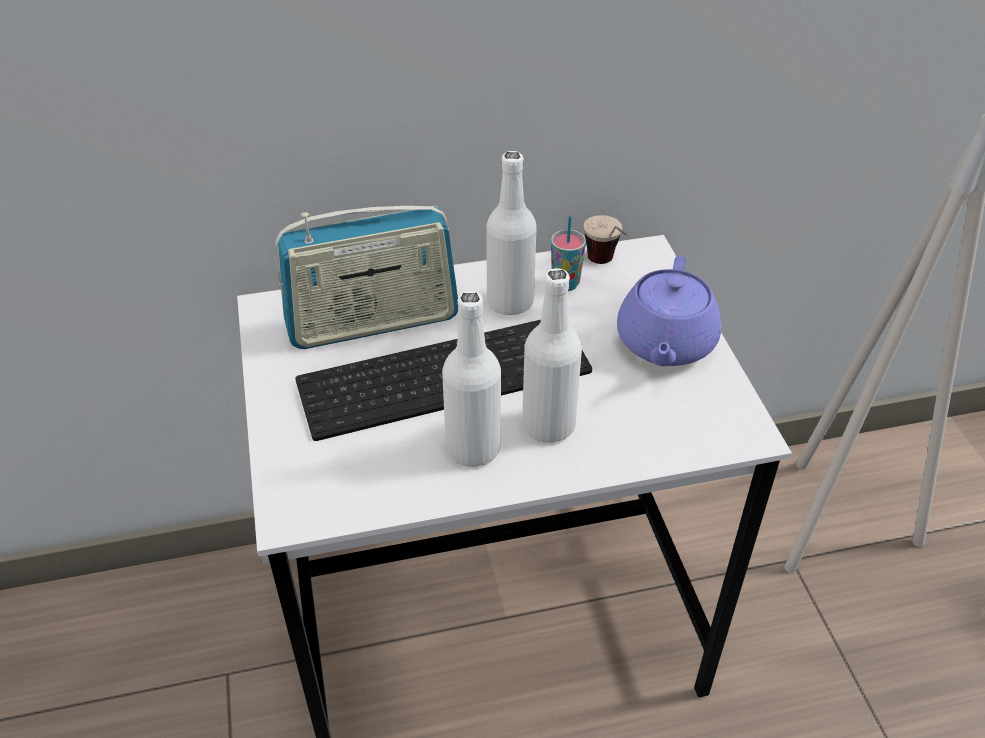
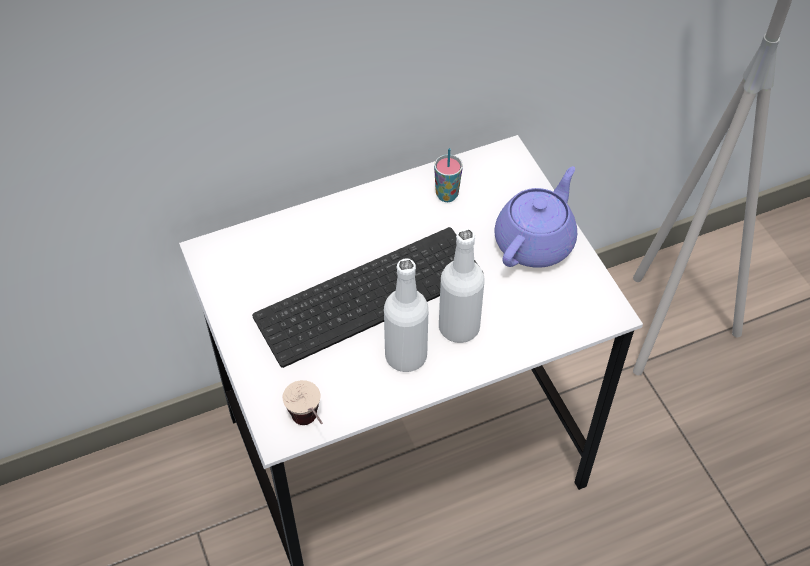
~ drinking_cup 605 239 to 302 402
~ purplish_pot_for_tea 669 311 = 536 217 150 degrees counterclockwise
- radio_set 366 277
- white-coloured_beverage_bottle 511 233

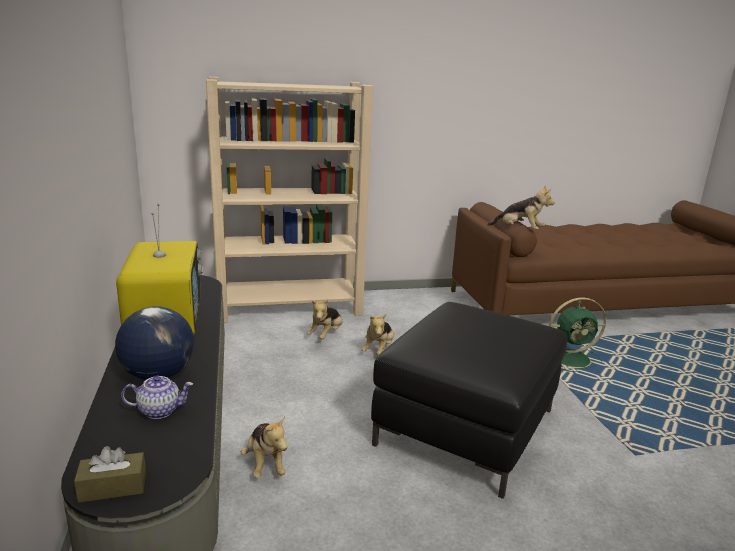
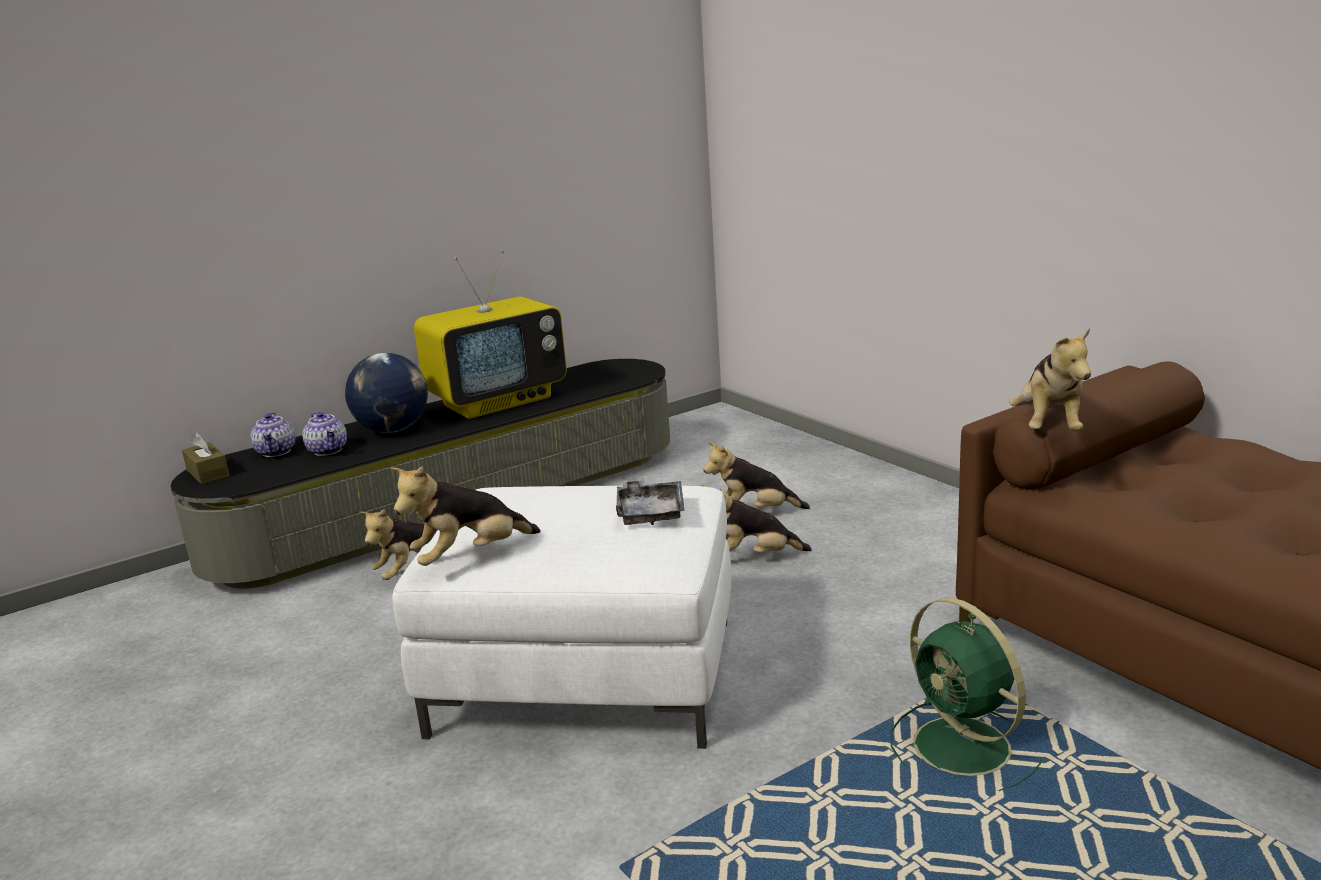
+ pot_for_tea 273 435
+ soft_toy 465 516
~ black_ottoman 469 400 to white-coloured_ottoman 561 617
+ greyish_carrying_tray 650 501
- beige_bookshelf 289 200

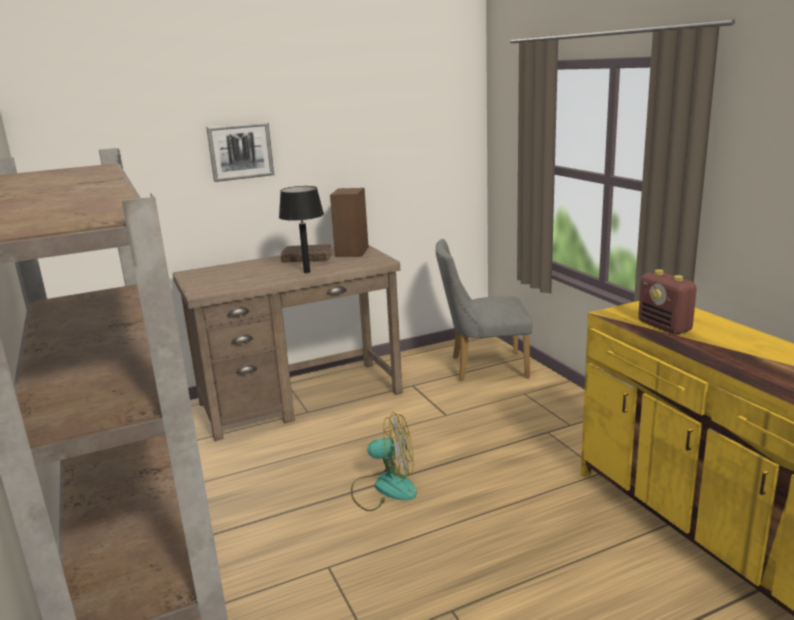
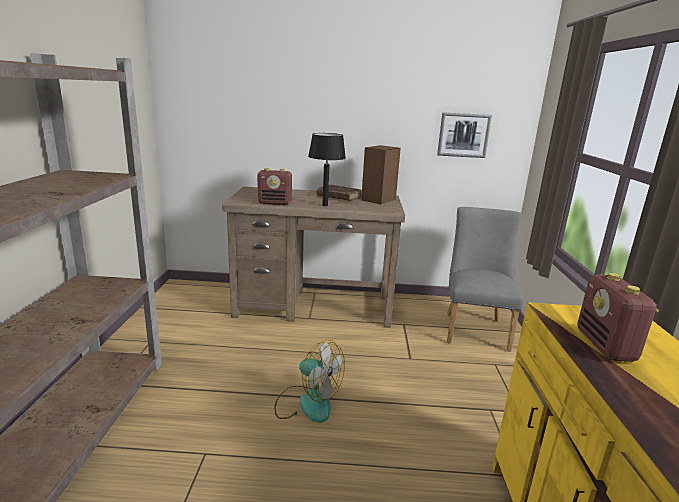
+ radio_set 274 186
~ picture 240 152 to 464 135
~ greyish_chair 483 310 = 485 279 75 degrees clockwise

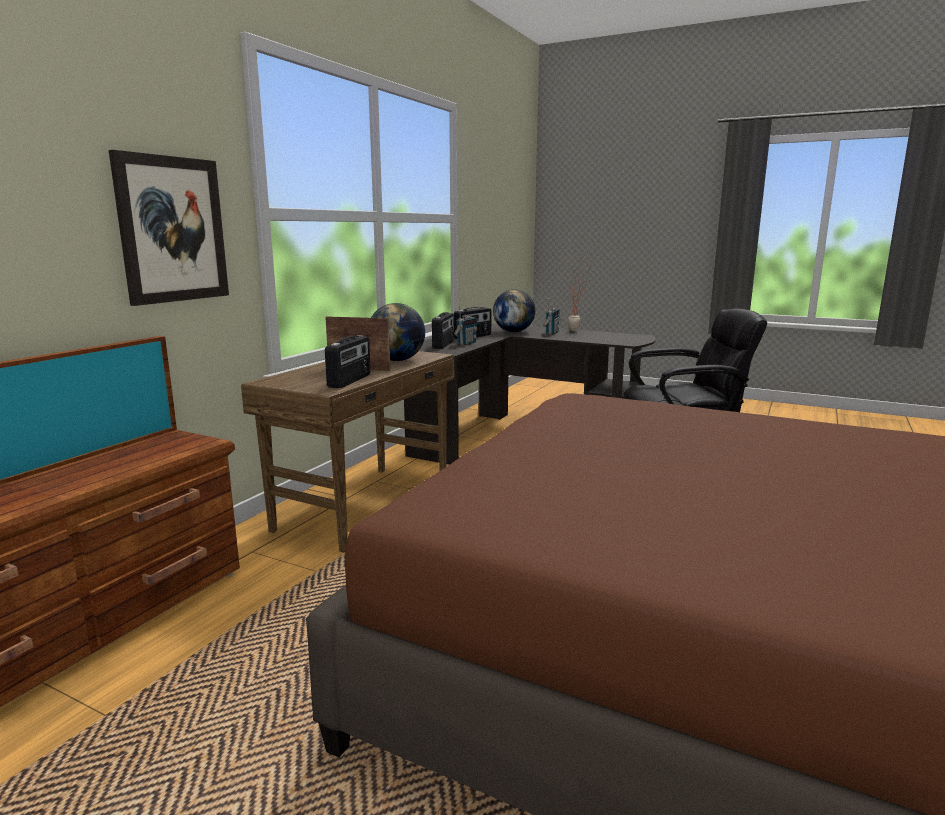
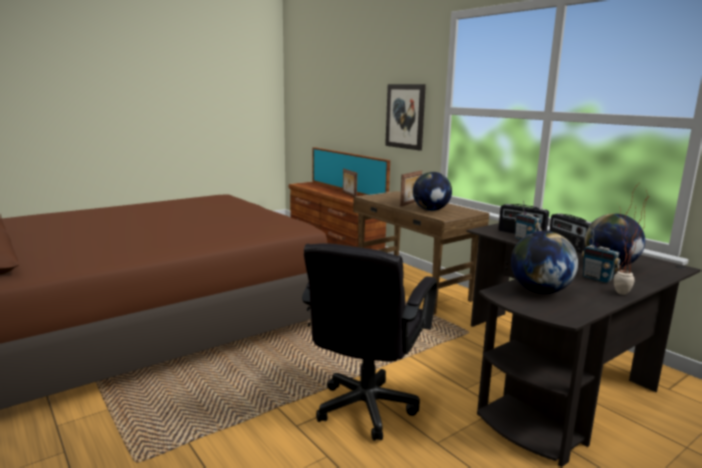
+ standing_frame 350 182
+ desk_globe 544 262
- radio_set 348 361

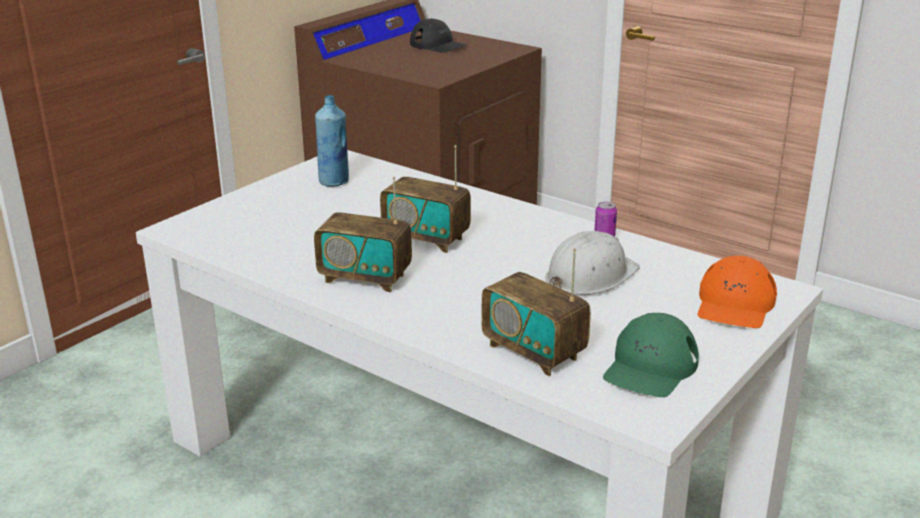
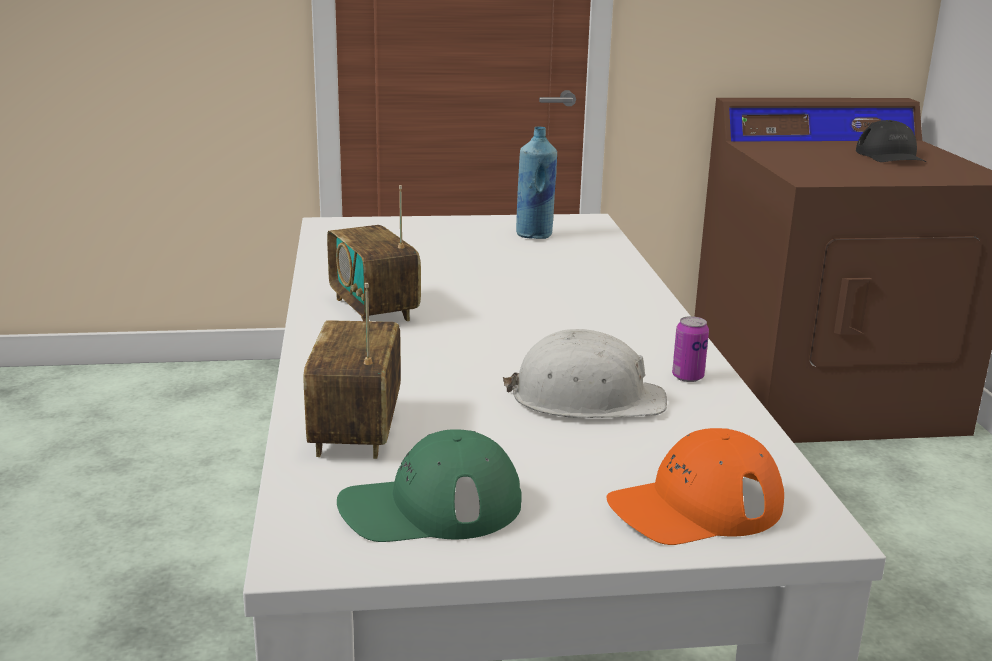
- radio_set 425 199

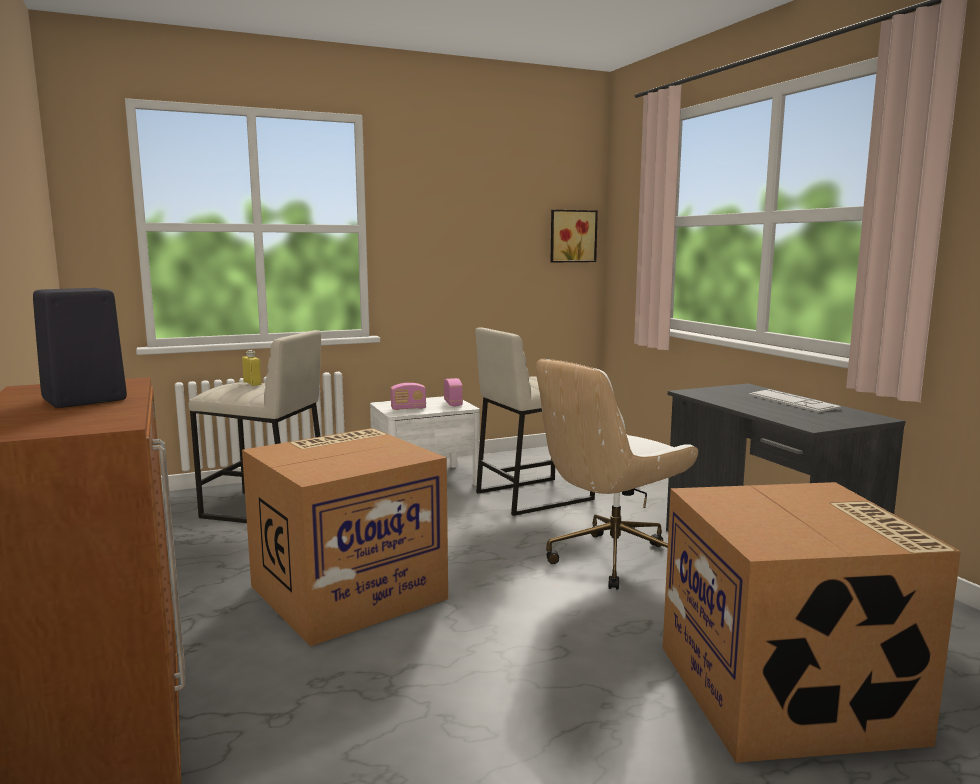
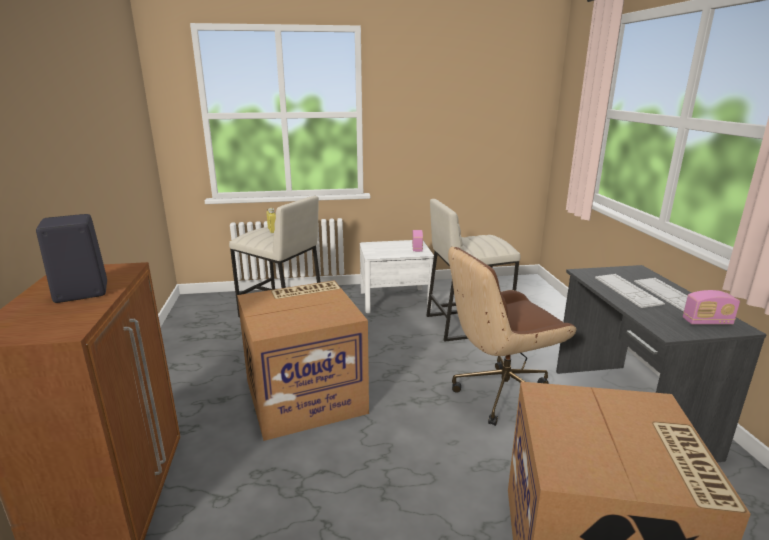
~ white-coloured_desk_chair 617 474 to brown_desk_chair 512 336
+ keyboard 630 291
~ radio_set 408 396 to 711 307
- picture 574 236

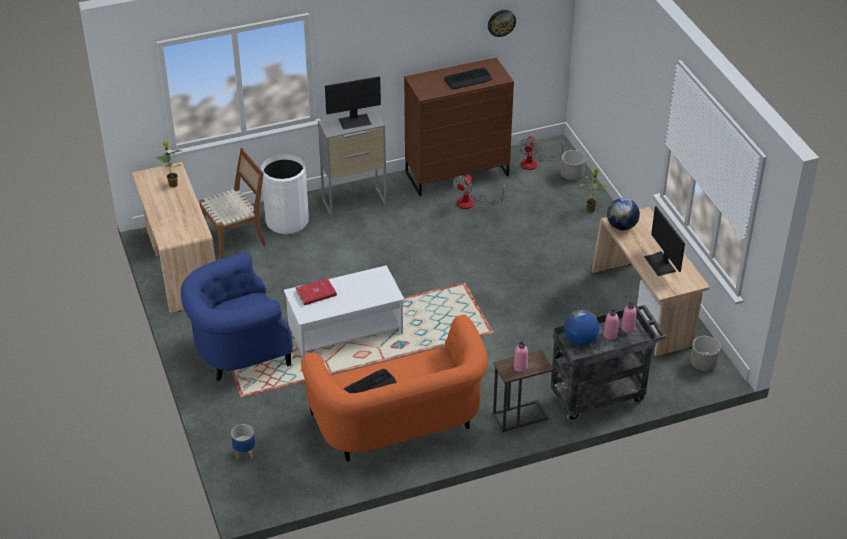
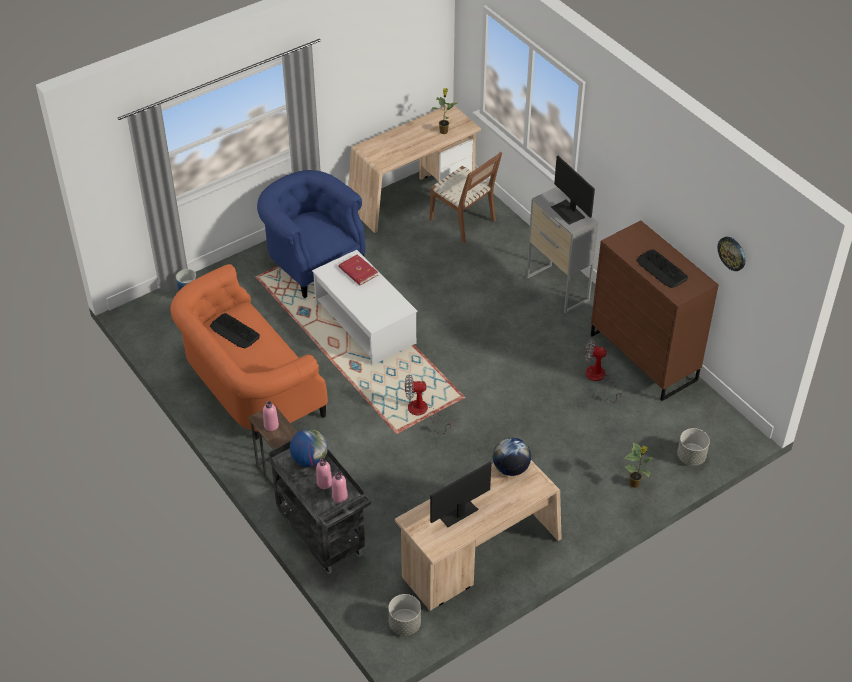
~ fan 542 153 to 427 404
- white-coloured_trash_can 285 194

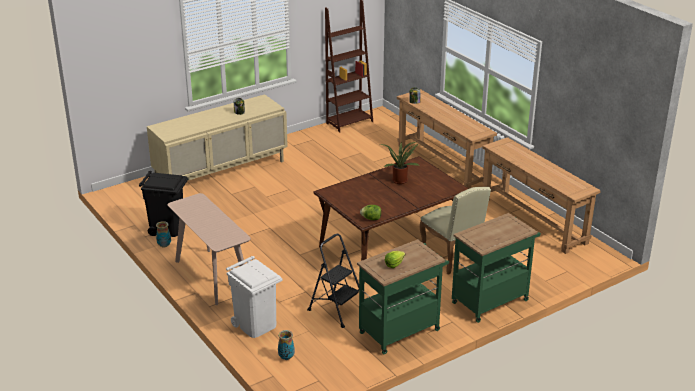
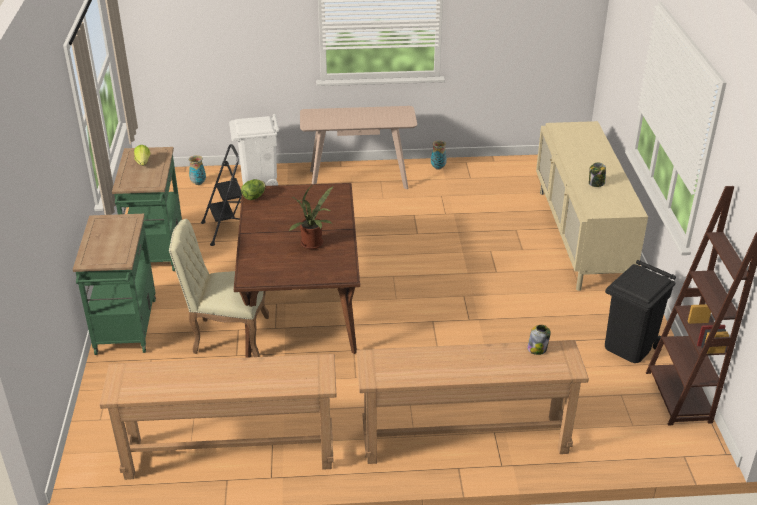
~ black_trash_can 163 204 to 640 311

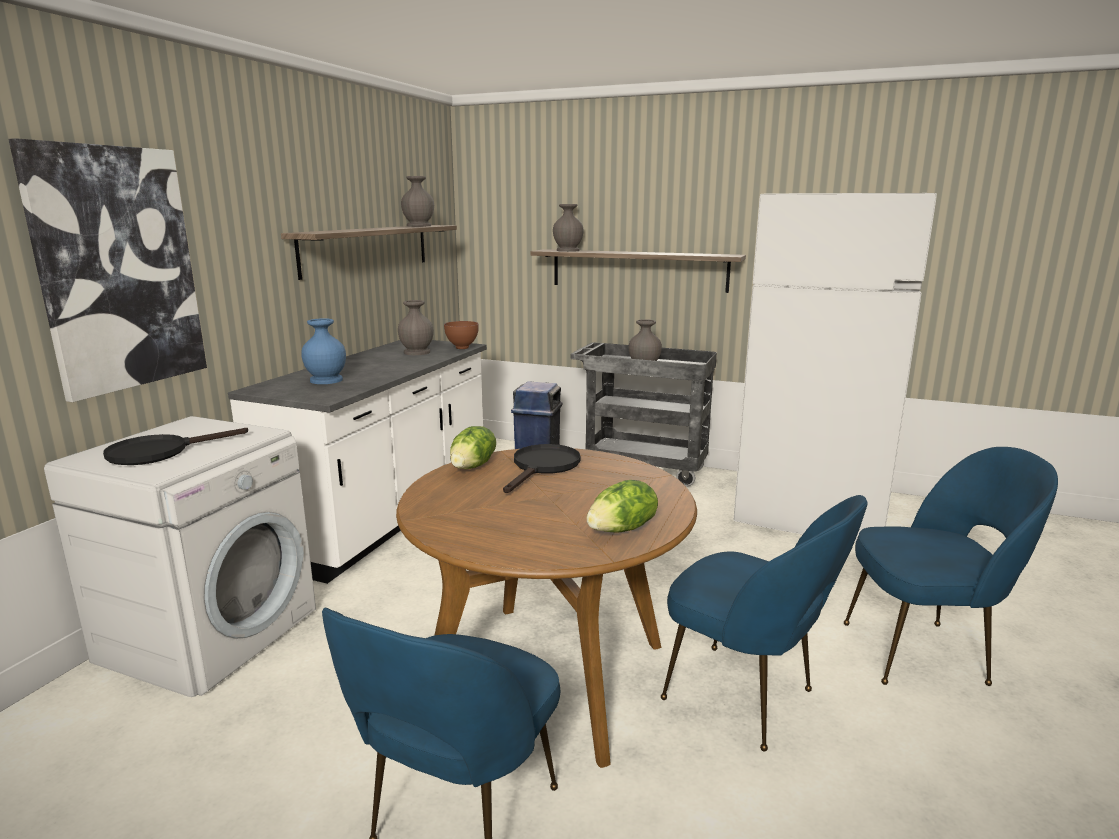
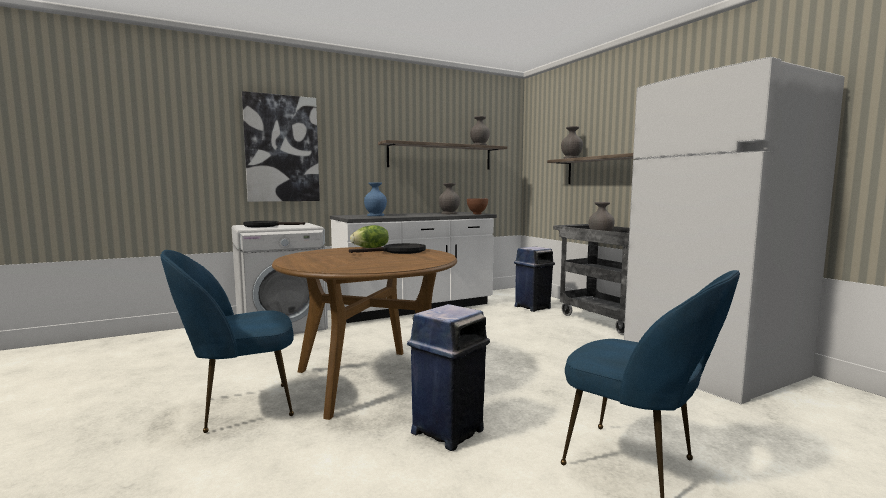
~ blue-coloured_chair 764 623 to blue-coloured_trash_can 448 377
- lettuce_head 622 506

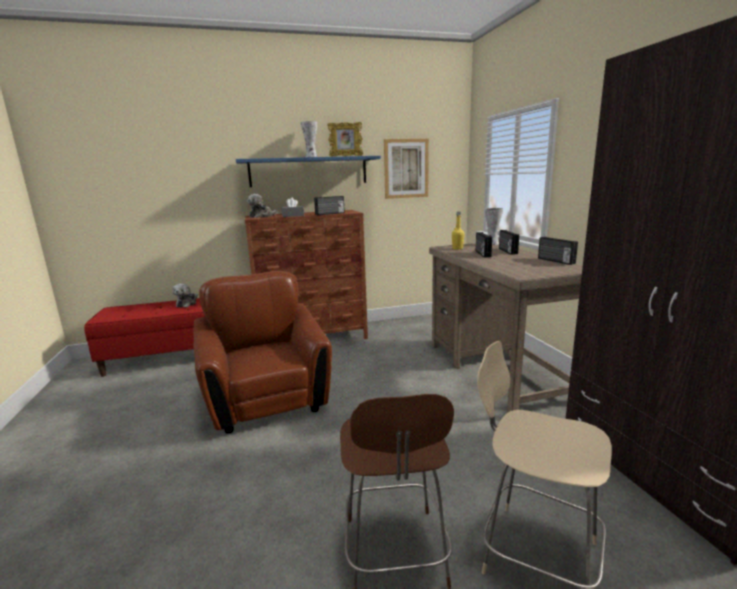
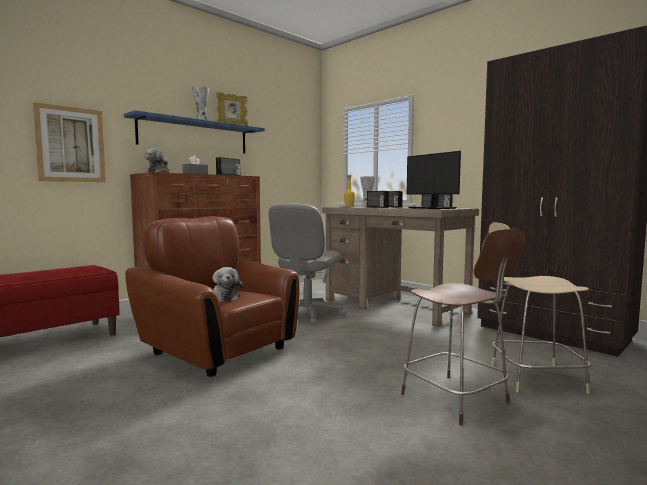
~ picture 406 169 to 69 142
~ soft_toy 185 295 to 228 284
+ greyish_desk_chair 307 264
+ computer_screen 434 180

